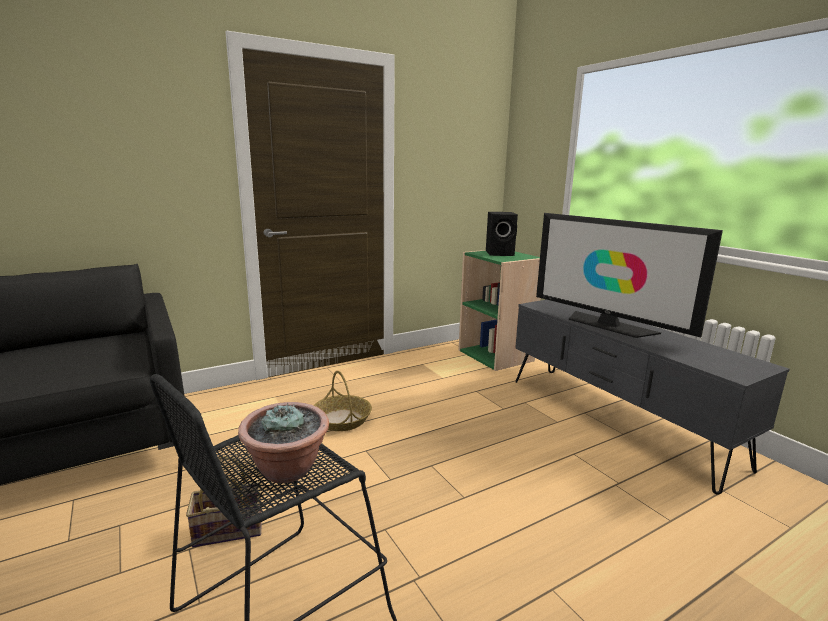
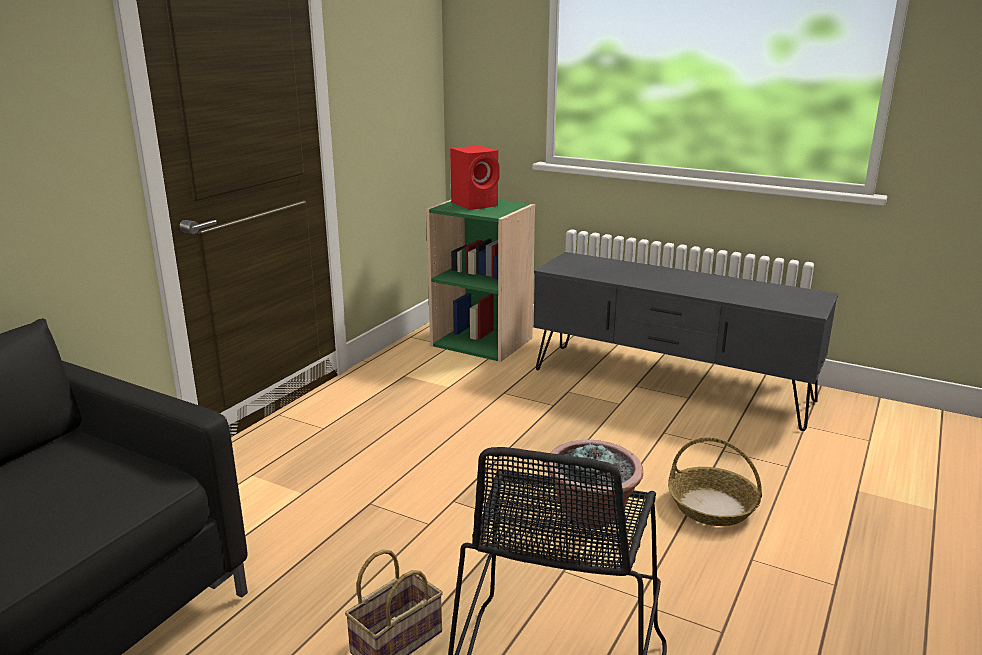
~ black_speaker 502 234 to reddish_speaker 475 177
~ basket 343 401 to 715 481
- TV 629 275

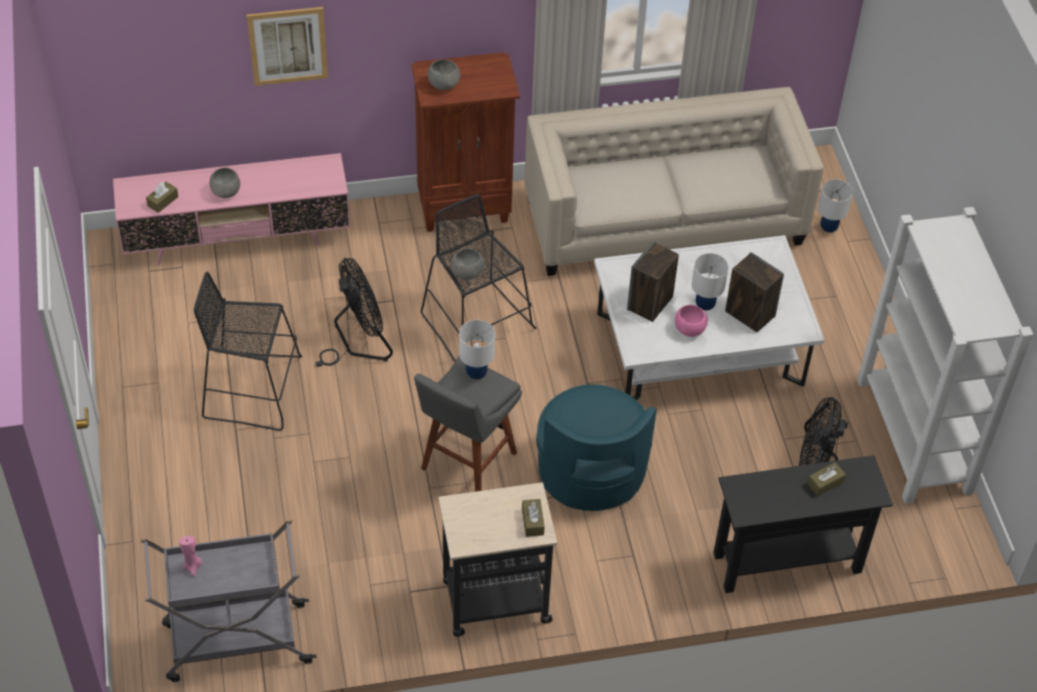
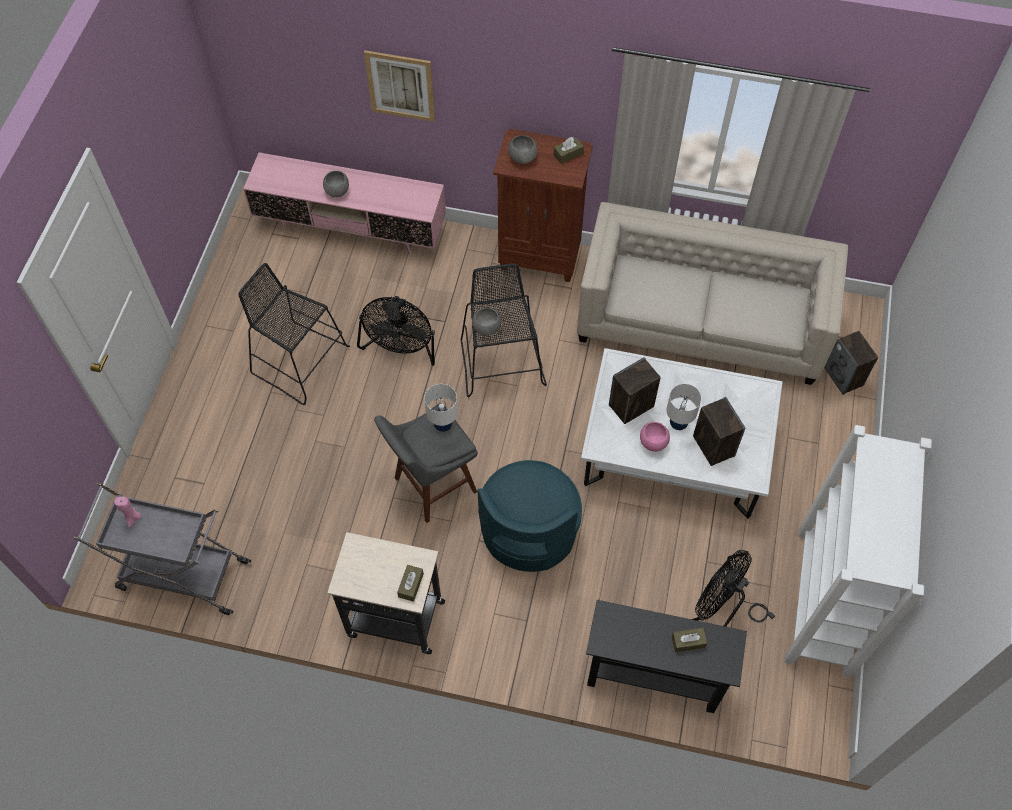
~ black_fan 354 312 = 396 331 105 degrees clockwise
~ brown_tissue_holder 162 197 to 569 150
~ white-coloured_table_lamp 835 205 to speaker 851 363

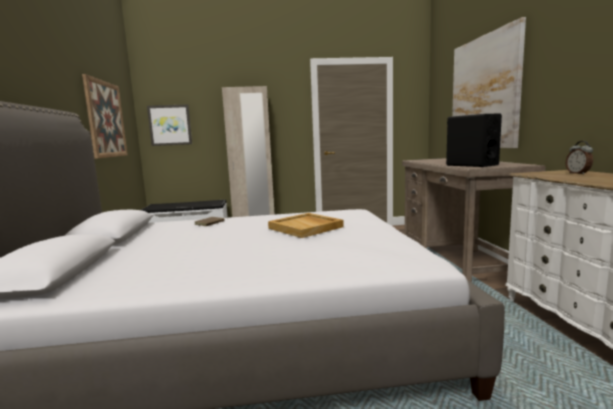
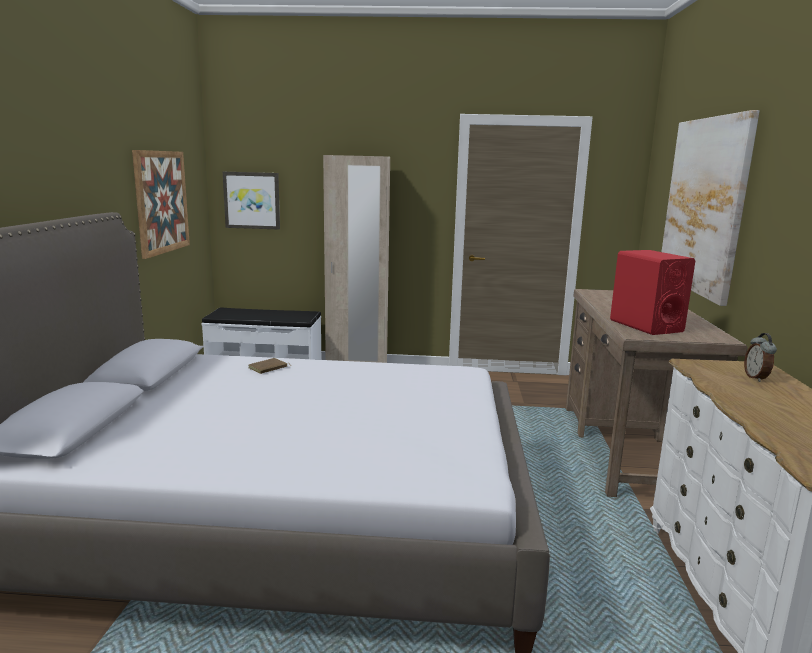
~ black_speaker 474 140 to reddish_speaker 652 292
- beige_carrying_tray 306 225

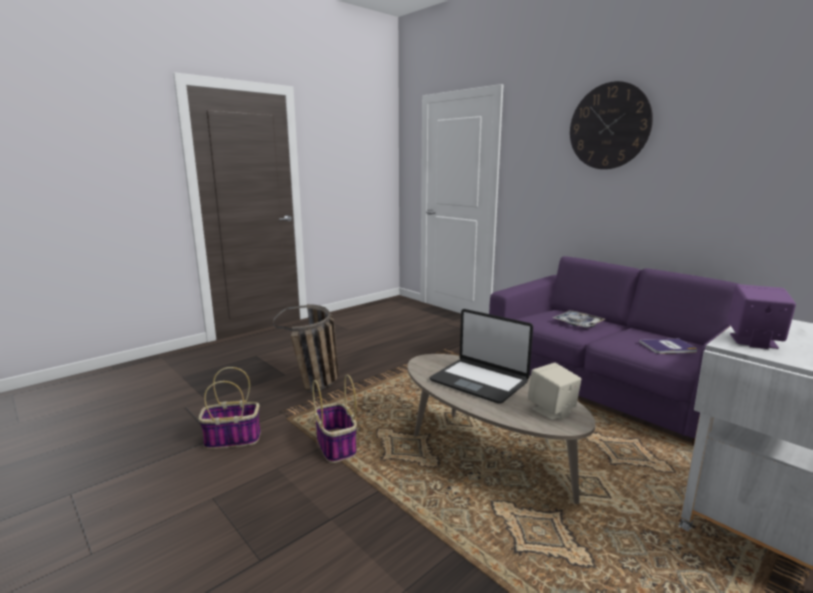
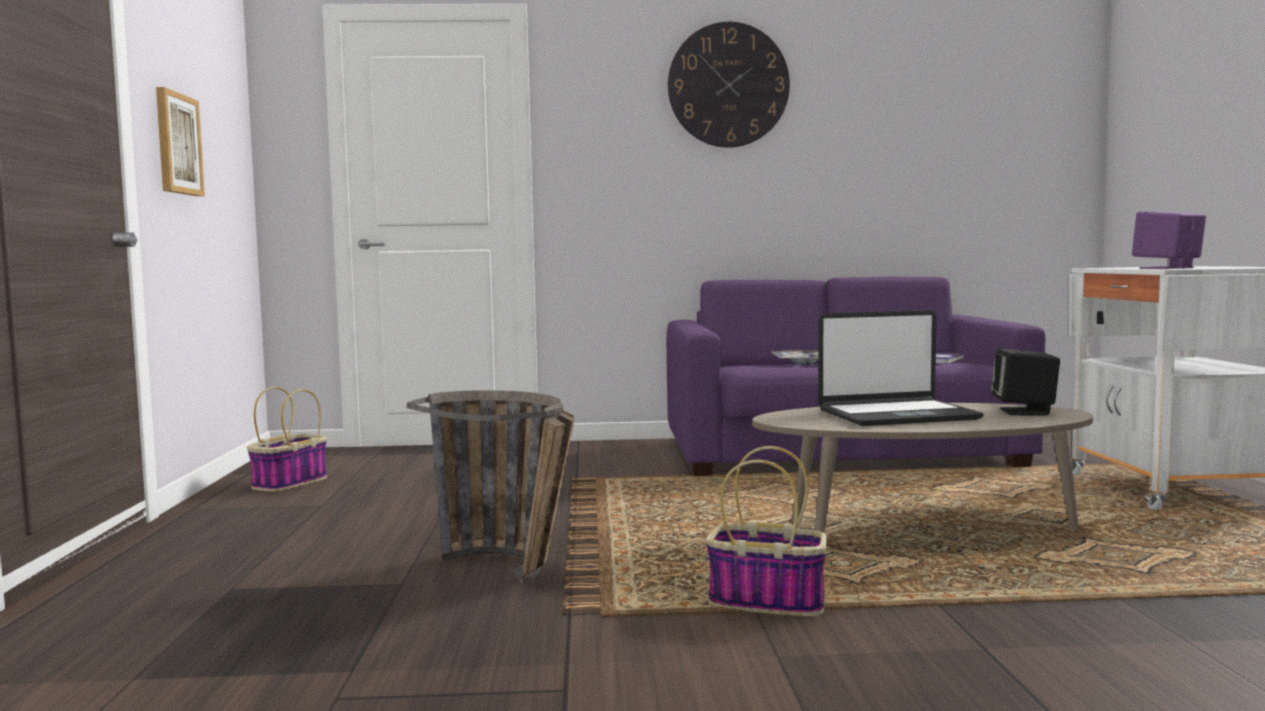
+ picture 180 141
~ basket 230 408 to 287 439
~ beige_speaker 554 391 to black_speaker 1025 381

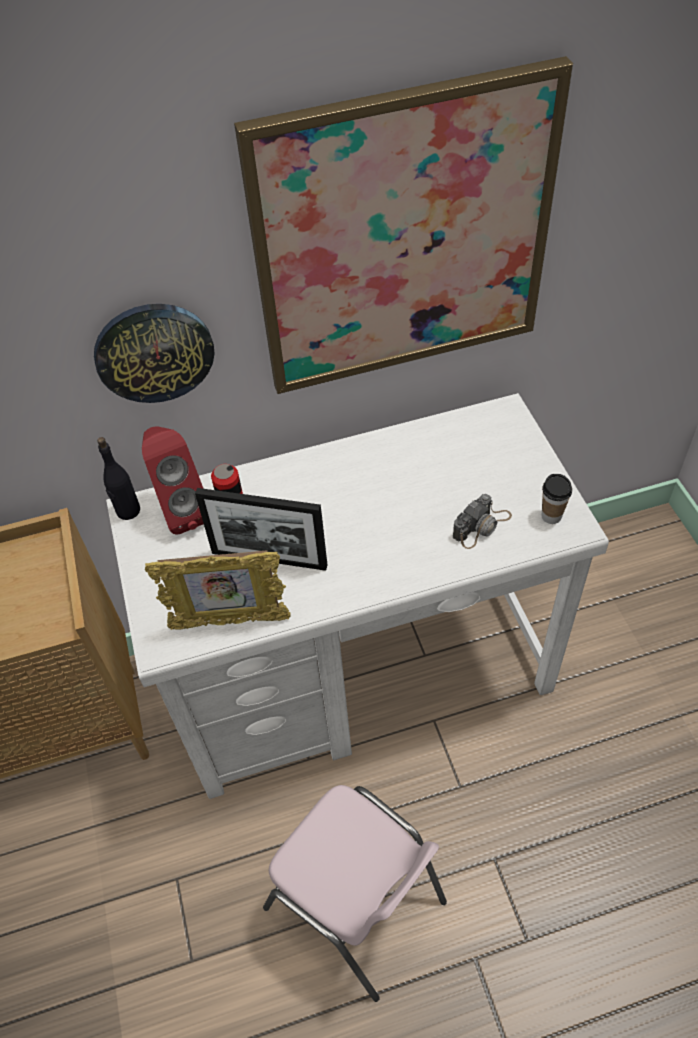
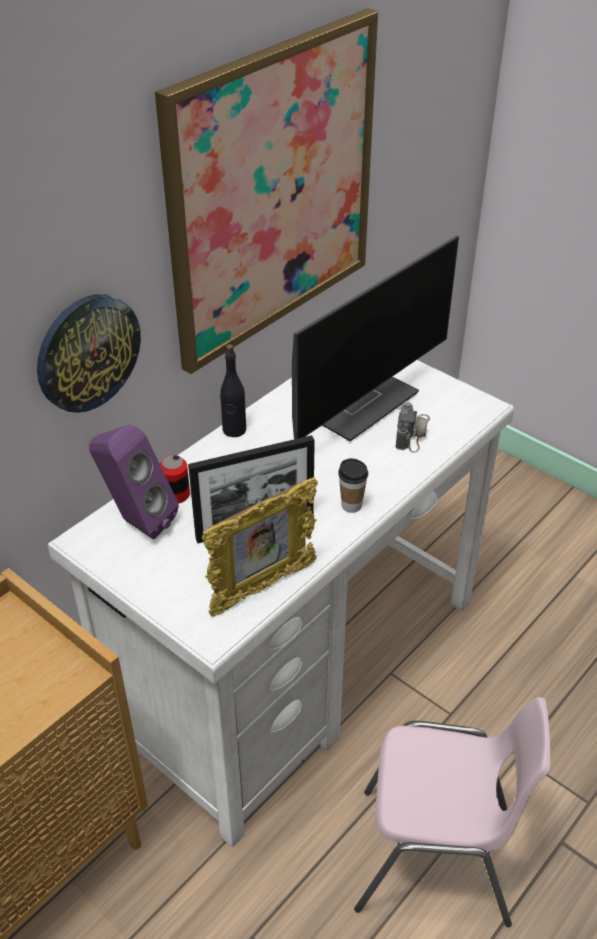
~ reddish_speaker 173 480 to purplish_speaker 134 481
~ black_beverage_bottle 118 478 to 233 390
+ computer_screen 375 338
~ drinking_cup 556 499 to 353 485

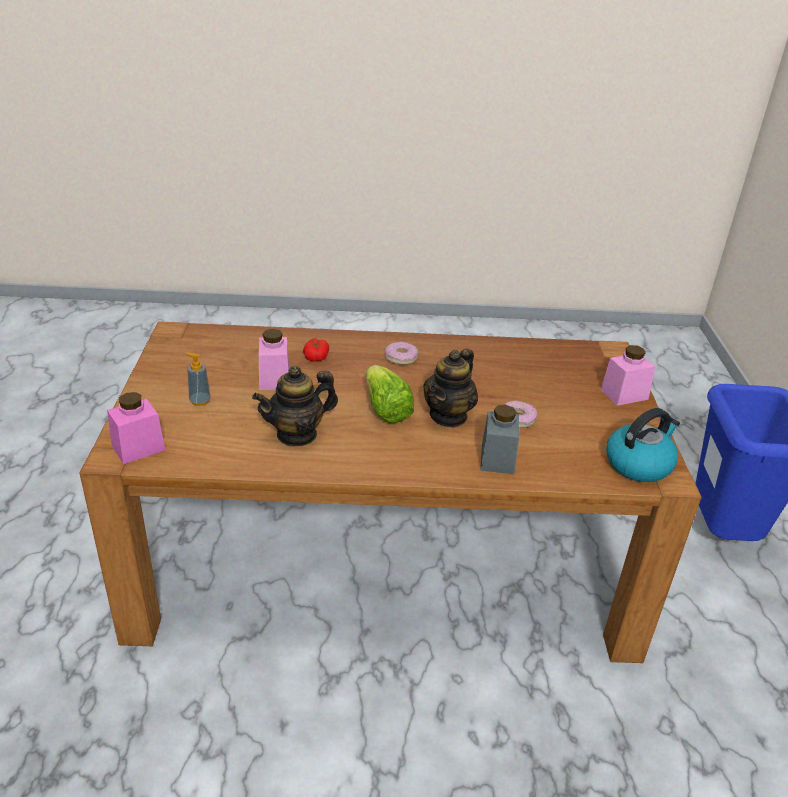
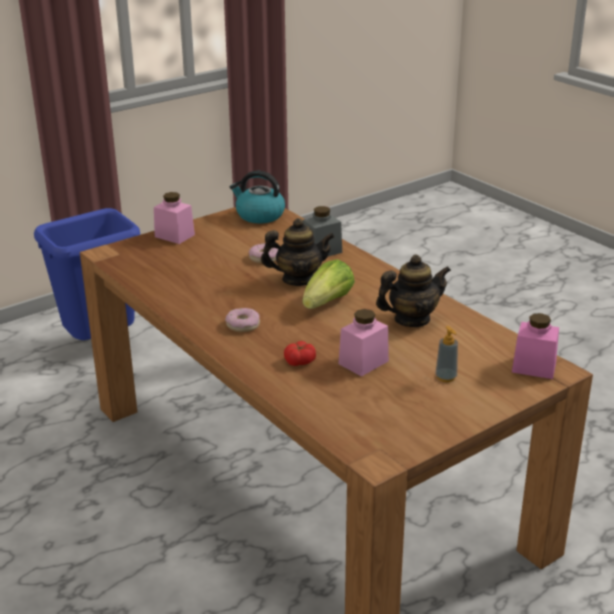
~ pot_for_tea 295 406 = 413 290 45 degrees counterclockwise

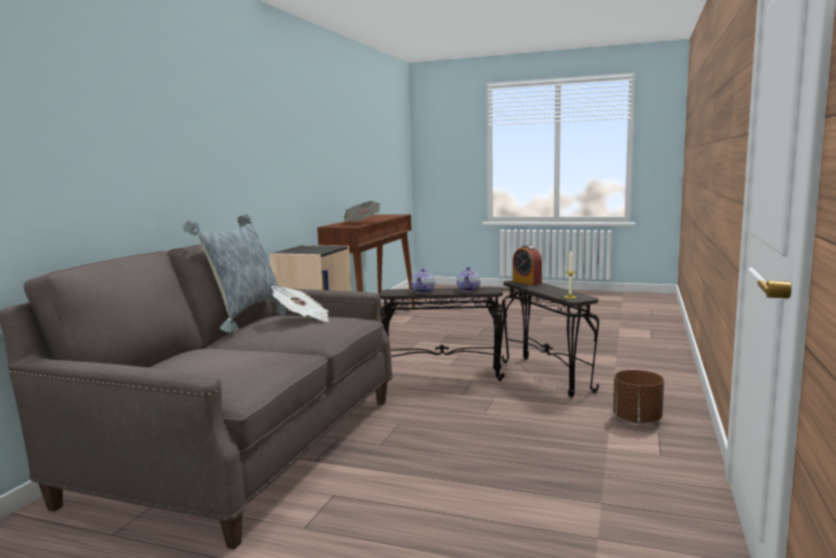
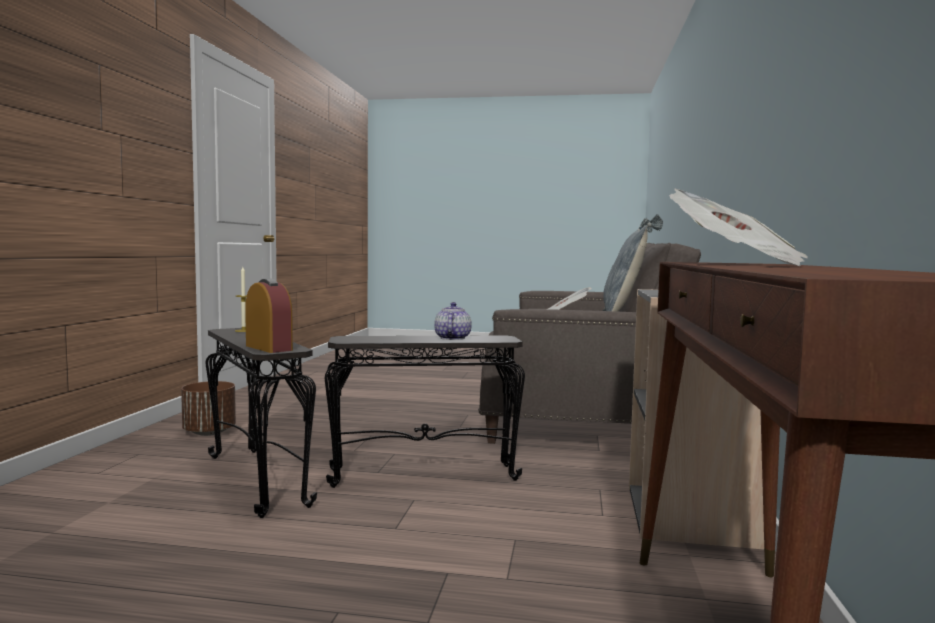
- pot_for_tea 469 279

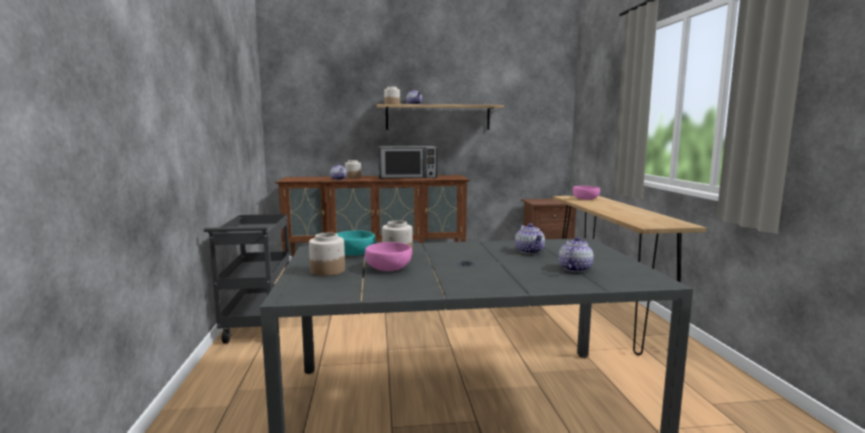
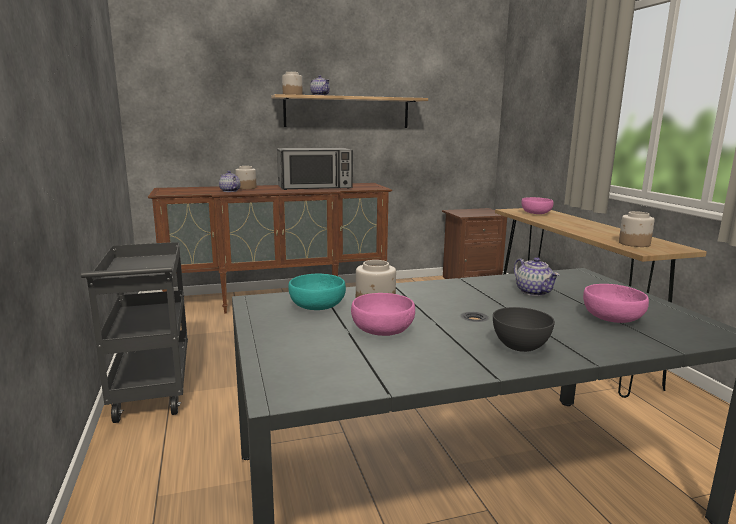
+ greyish_bowl 524 329
~ pot_for_tea 576 254 to pinkish_bowl 616 303
~ storage_jar 327 254 to 637 229

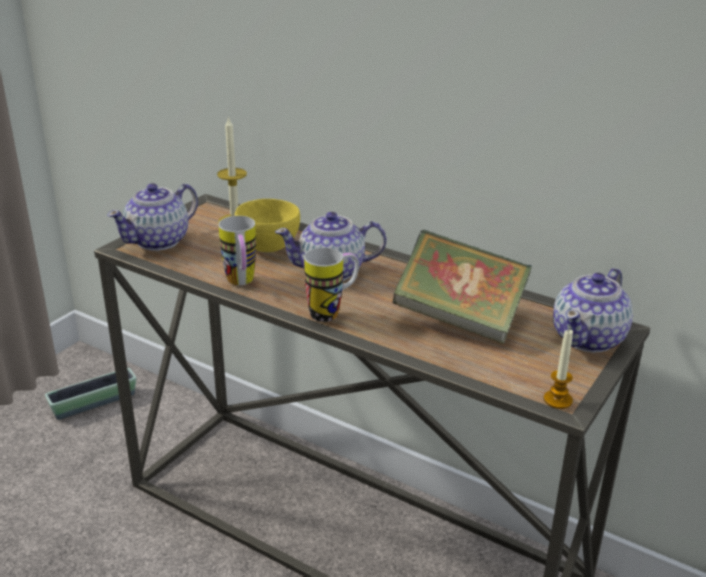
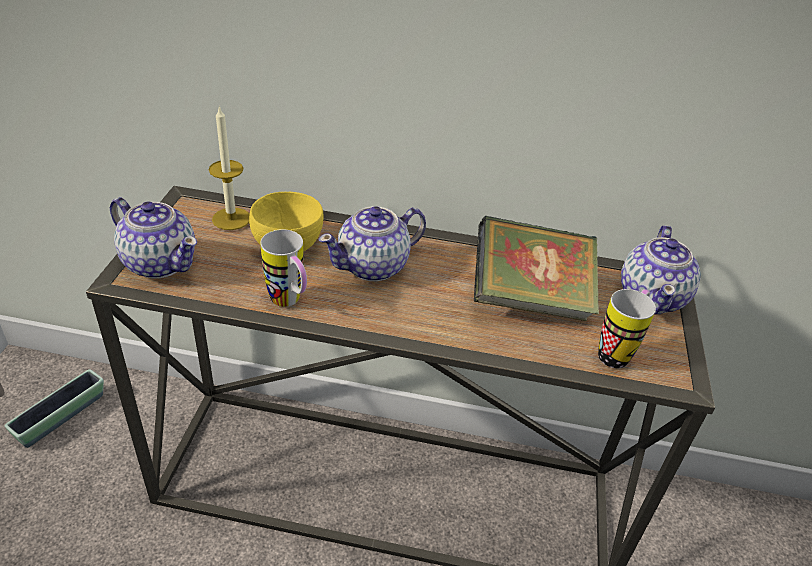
~ pot_for_tea 152 217 = 153 238 75 degrees counterclockwise
~ tea_mug 331 284 to 627 328
- candle 558 369

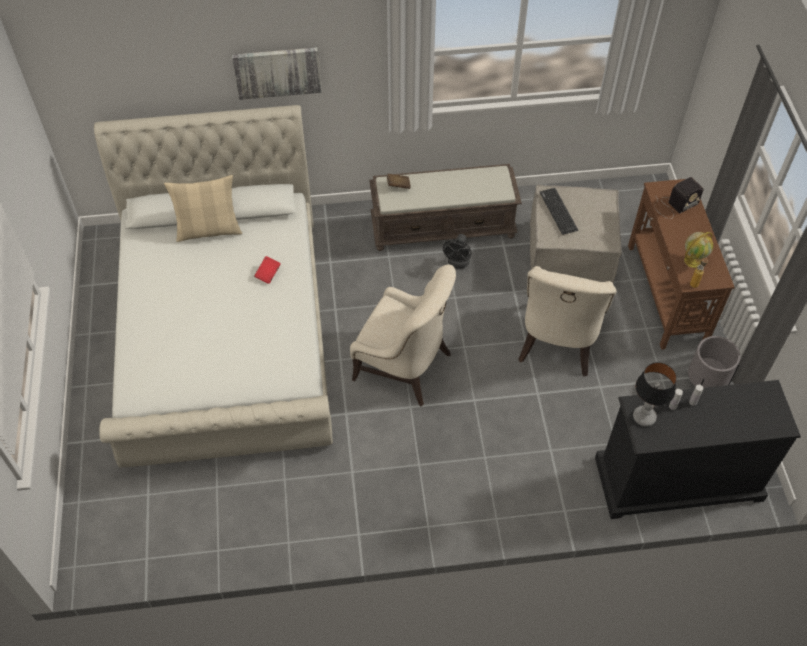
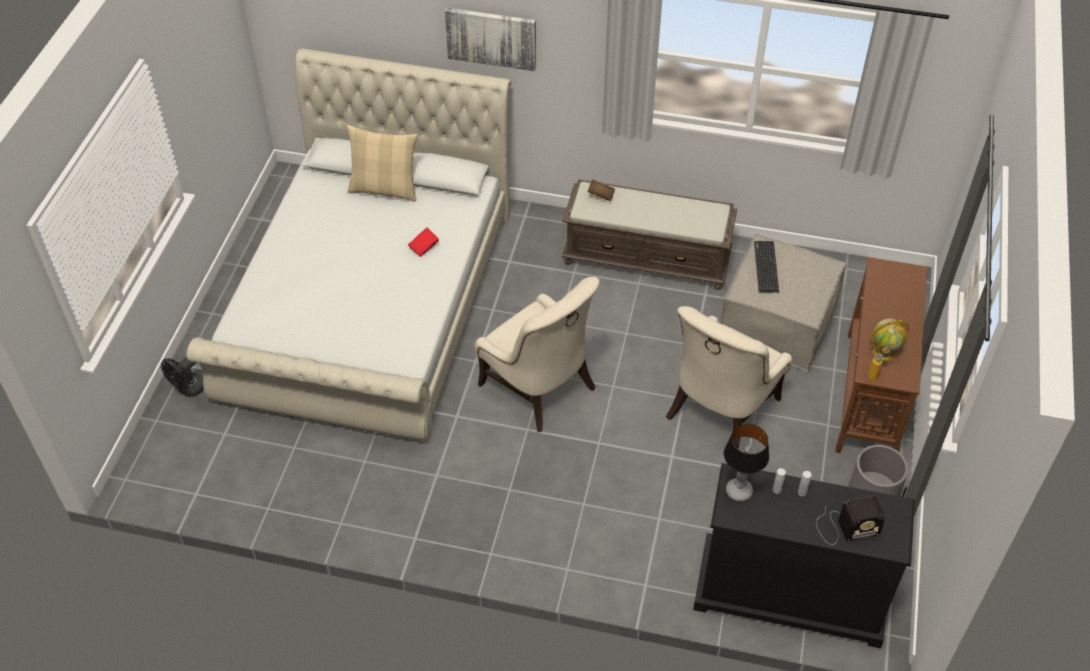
~ black_fan 457 251 to 182 377
~ radio_set 679 198 to 850 520

